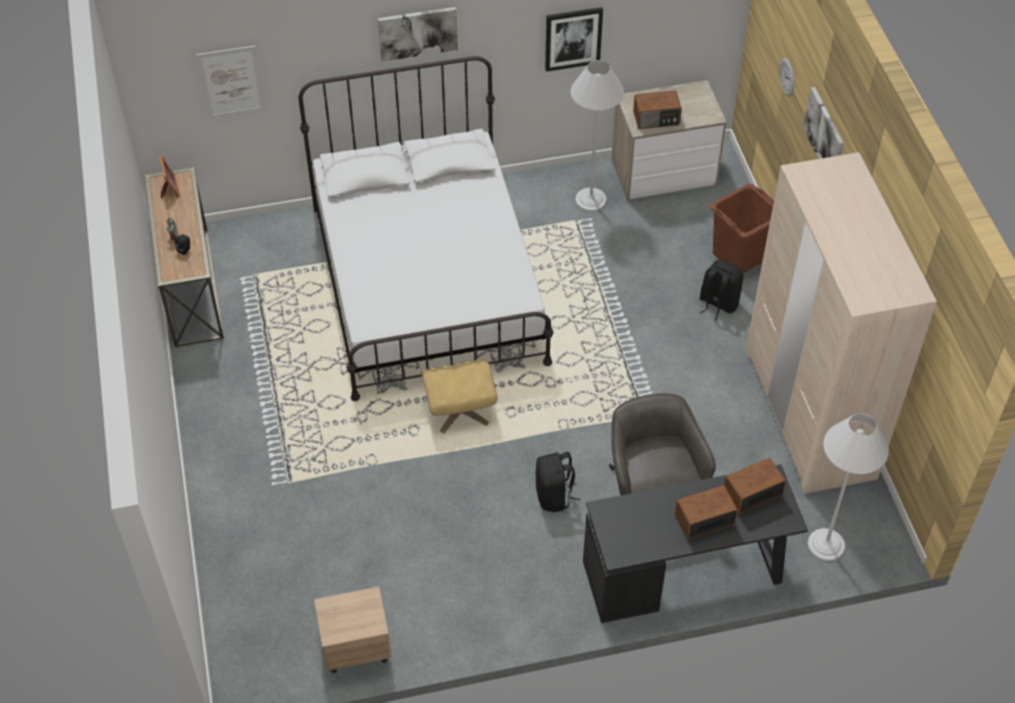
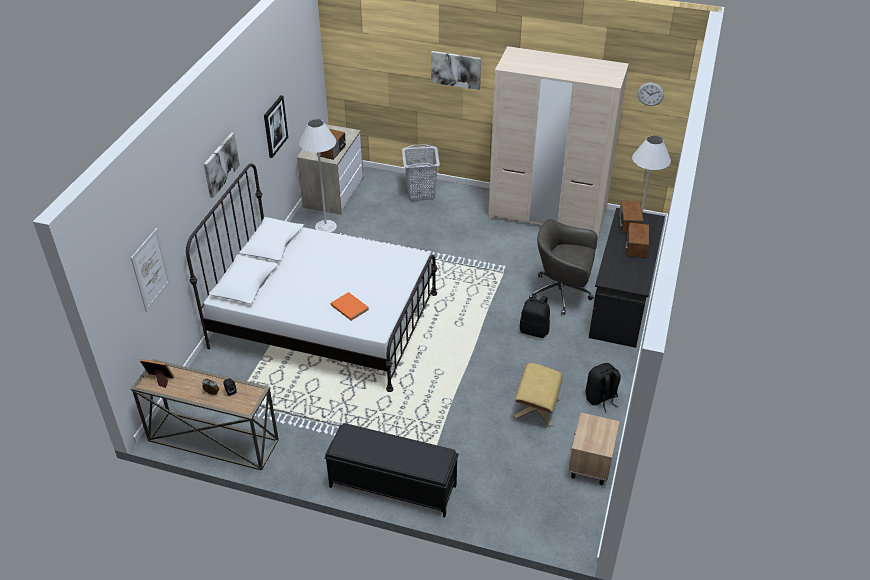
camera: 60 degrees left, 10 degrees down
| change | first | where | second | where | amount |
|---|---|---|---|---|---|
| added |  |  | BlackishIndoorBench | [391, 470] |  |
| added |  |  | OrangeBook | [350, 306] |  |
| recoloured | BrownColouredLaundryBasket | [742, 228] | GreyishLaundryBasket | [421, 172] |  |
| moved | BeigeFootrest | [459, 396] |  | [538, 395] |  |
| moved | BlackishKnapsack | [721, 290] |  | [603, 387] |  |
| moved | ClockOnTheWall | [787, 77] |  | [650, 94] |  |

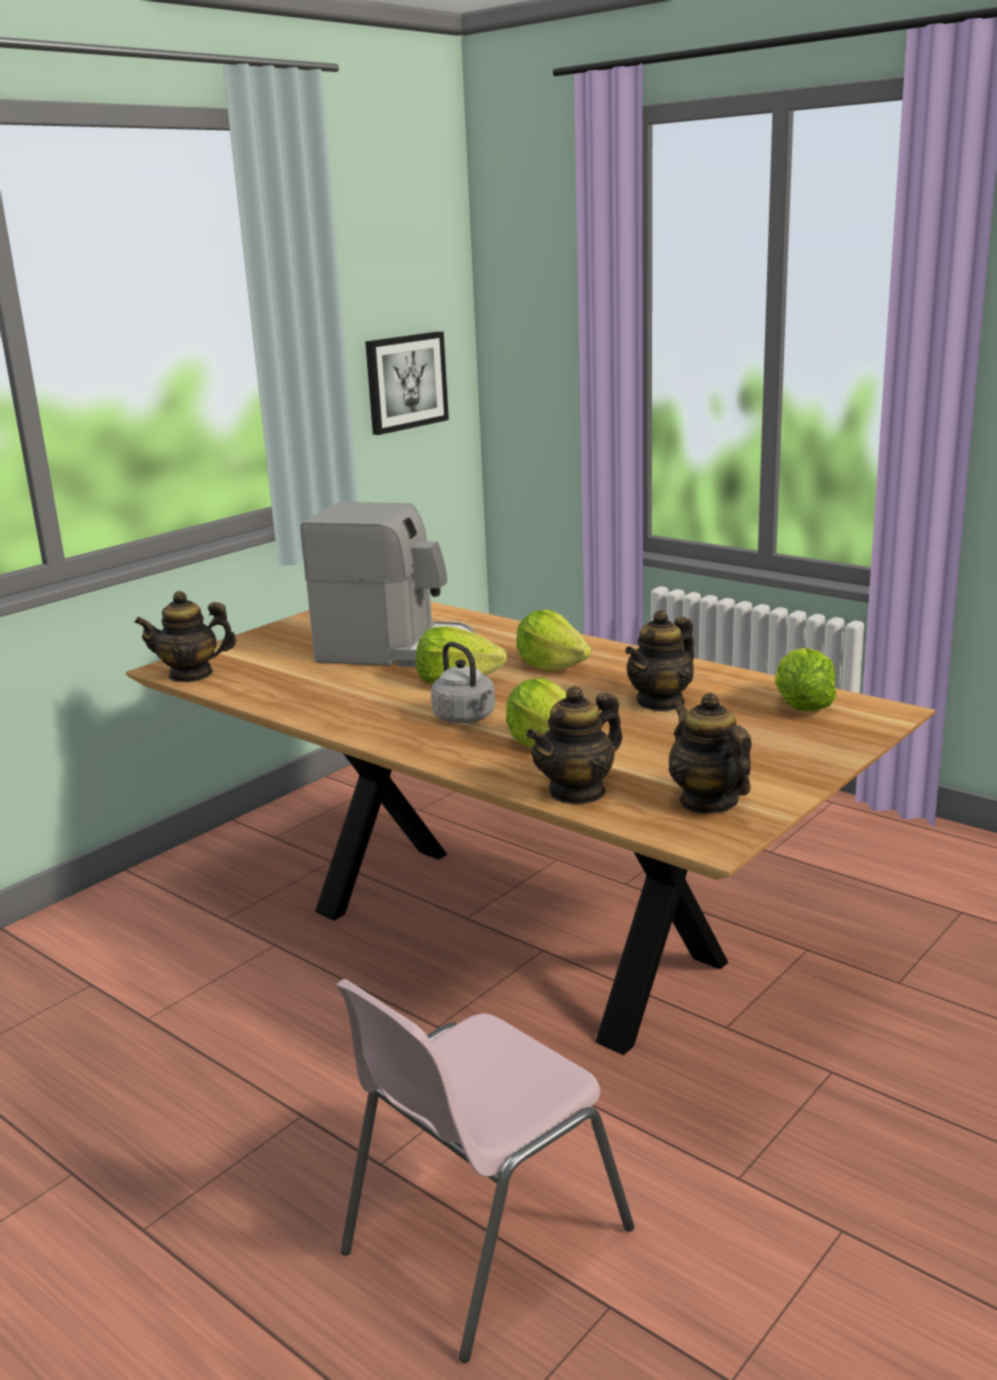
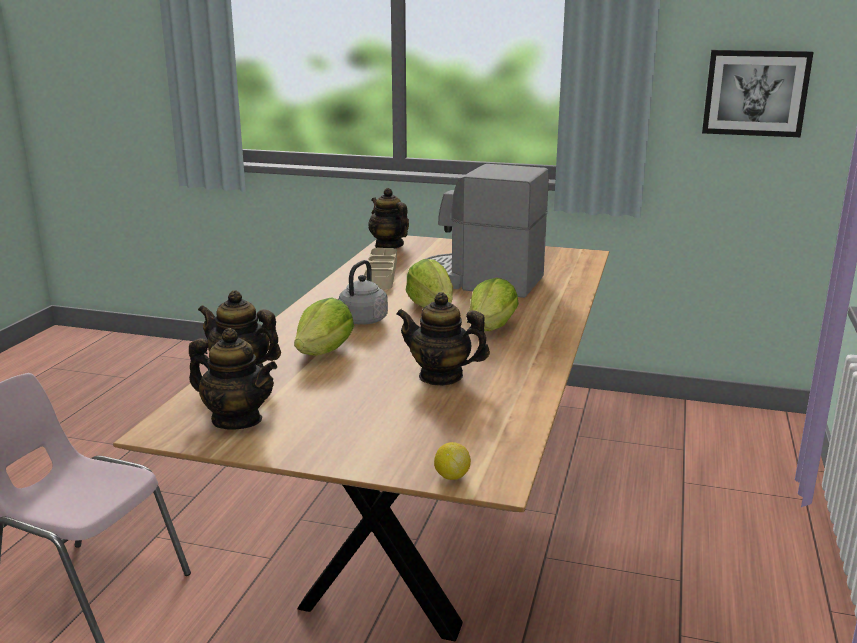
camera: 65 degrees right, 0 degrees up
| change | first | where | second | where | amount |
|---|---|---|---|---|---|
| turned | PotForTea | [710, 753] |  | [233, 379] | 75 degrees clockwise |
| added |  |  | BeigeServingTray | [380, 269] |  |
| turned | CoffeeBrewer | [388, 584] |  | [487, 231] | 120 degrees clockwise |
| added |  |  | Lemon | [452, 461] |  |
| removed | LettuceHead | [805, 679] |  |  |  |

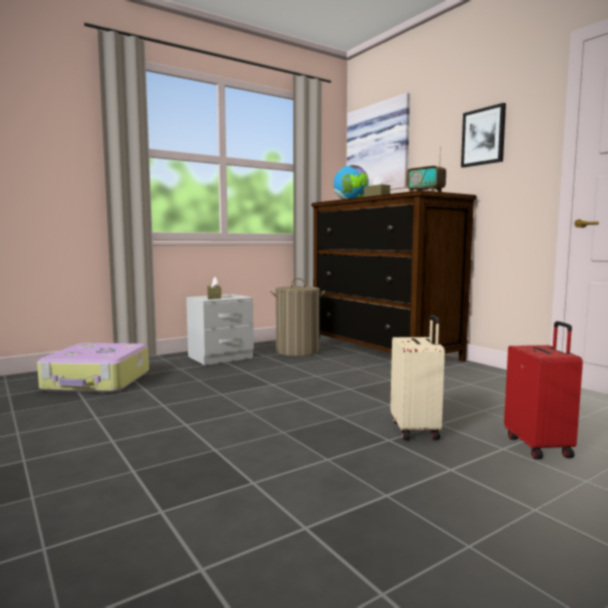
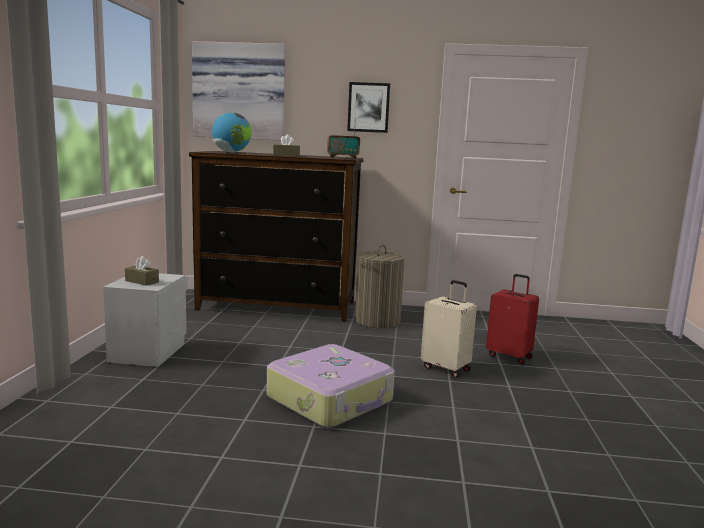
camera: 50 degrees left, 5 degrees up
| change | first | where | second | where | amount |
|---|---|---|---|---|---|
| moved | TravelCase | [93, 368] |  | [331, 386] |  |
| moved | LaundryBasket | [297, 317] |  | [380, 286] |  |

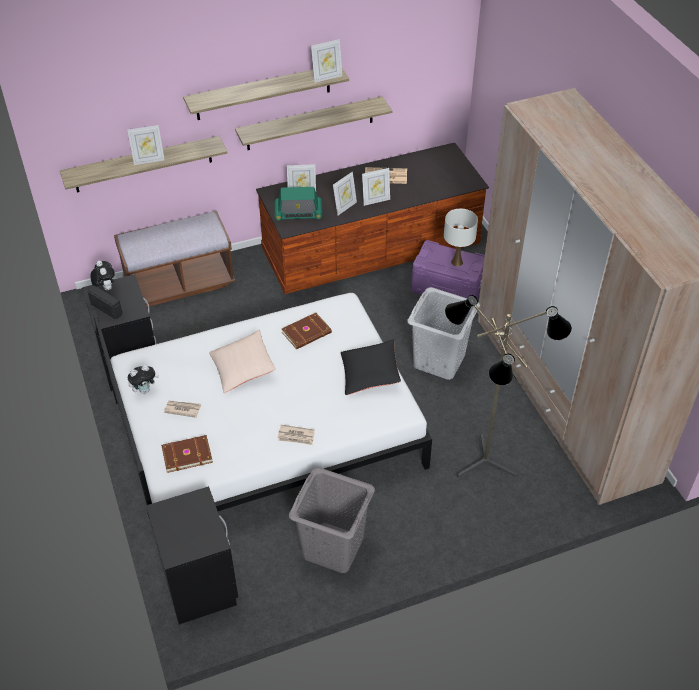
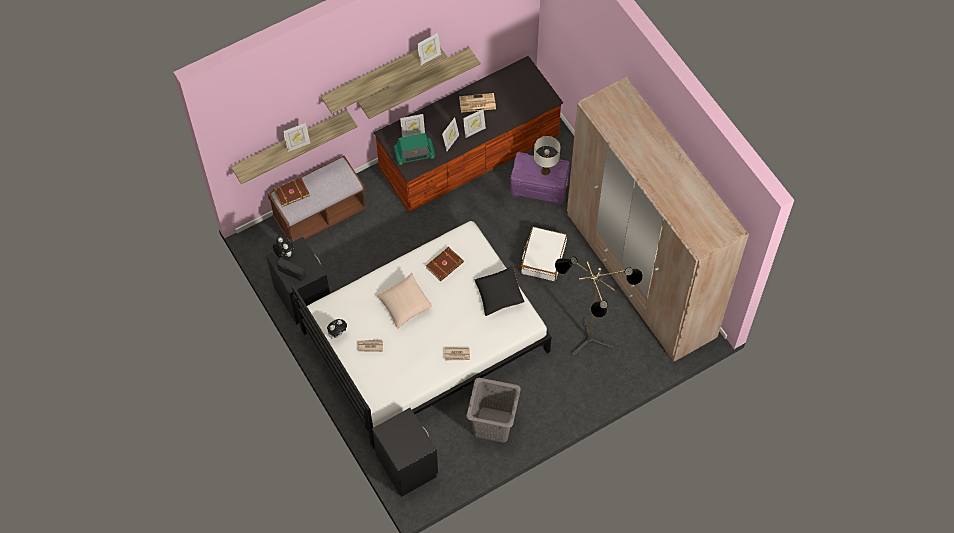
camera: 10 degrees left, 15 degrees up
| change | first | where | second | where | amount |
|---|---|---|---|---|---|
| moved | BrownColouredBook | [187, 454] |  | [291, 192] |  |
| replaced | GreyishLaundryBasket | [444, 333] | WhiteTravelCase | [544, 254] |  |

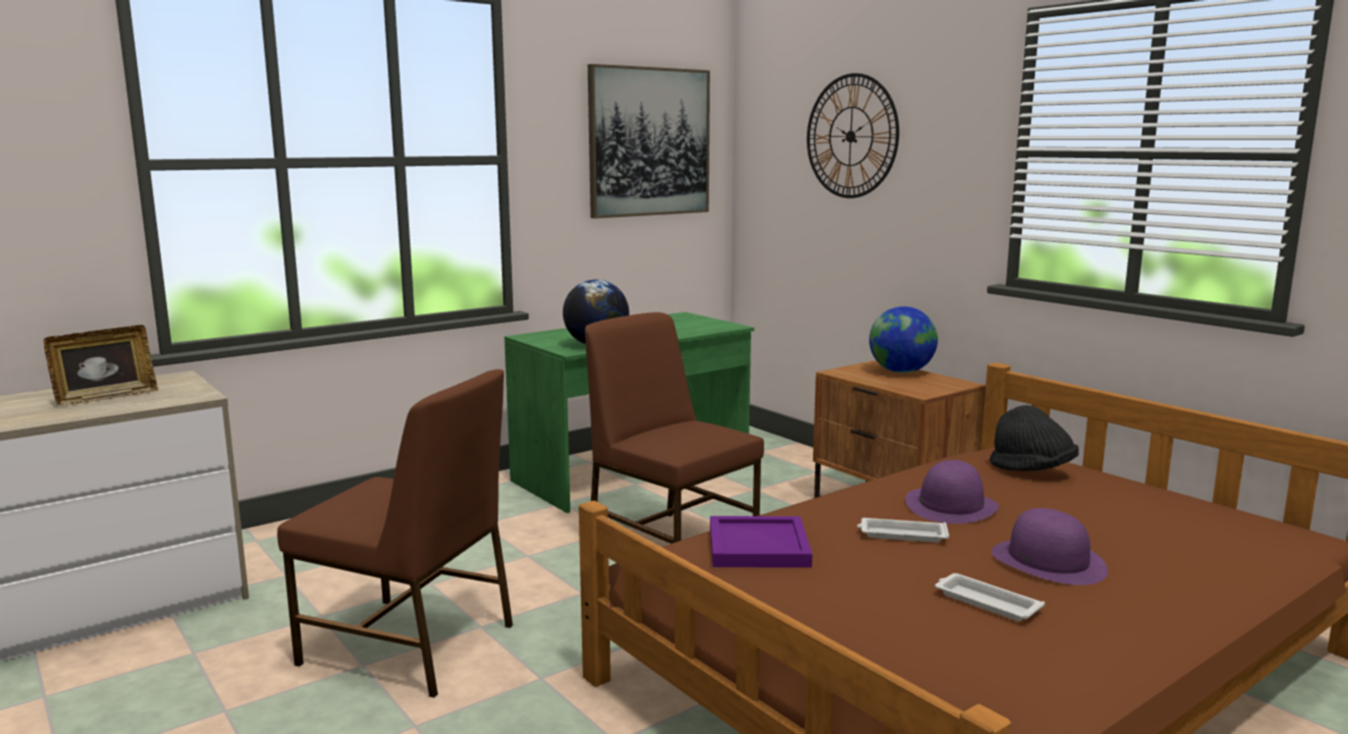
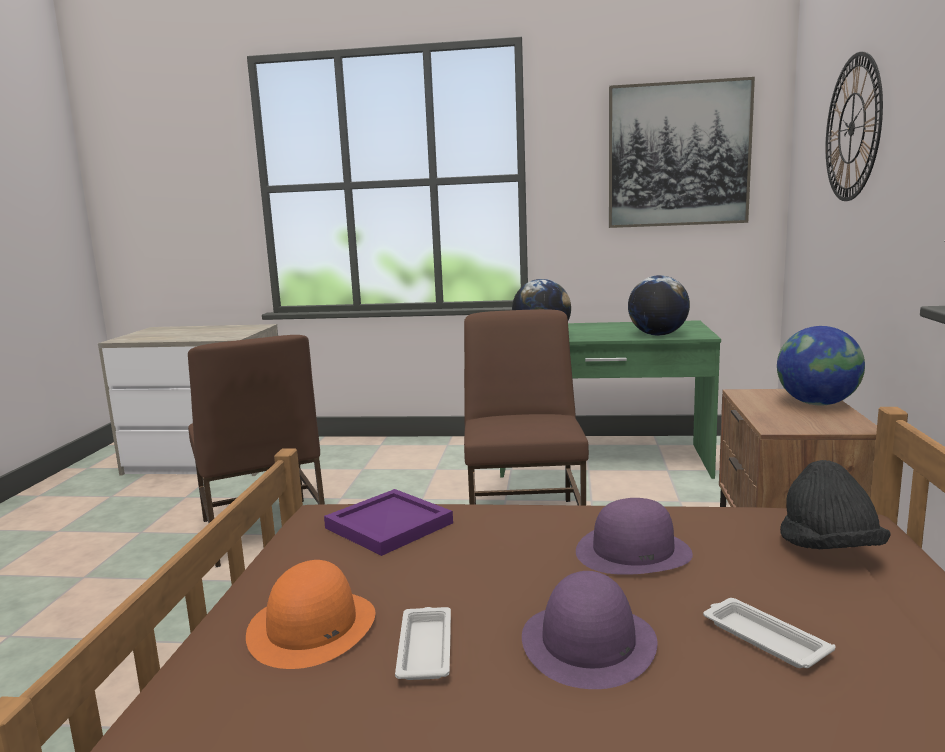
camera: 45 degrees right, 0 degrees up
| change | first | where | second | where | amount |
|---|---|---|---|---|---|
| added |  |  | OrangeWearableHat | [310, 614] |  |
| added |  |  | DeskGlobe | [659, 305] |  |
| moved | WhiteServingTray | [903, 530] |  | [769, 633] |  |
| removed | StandingFrame | [101, 365] |  |  |  |

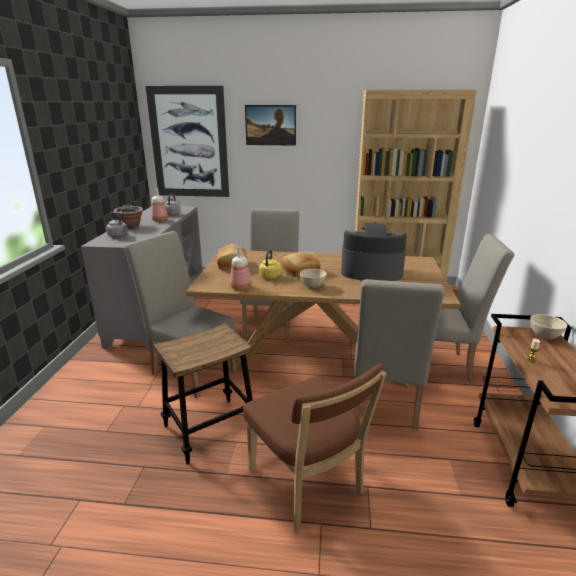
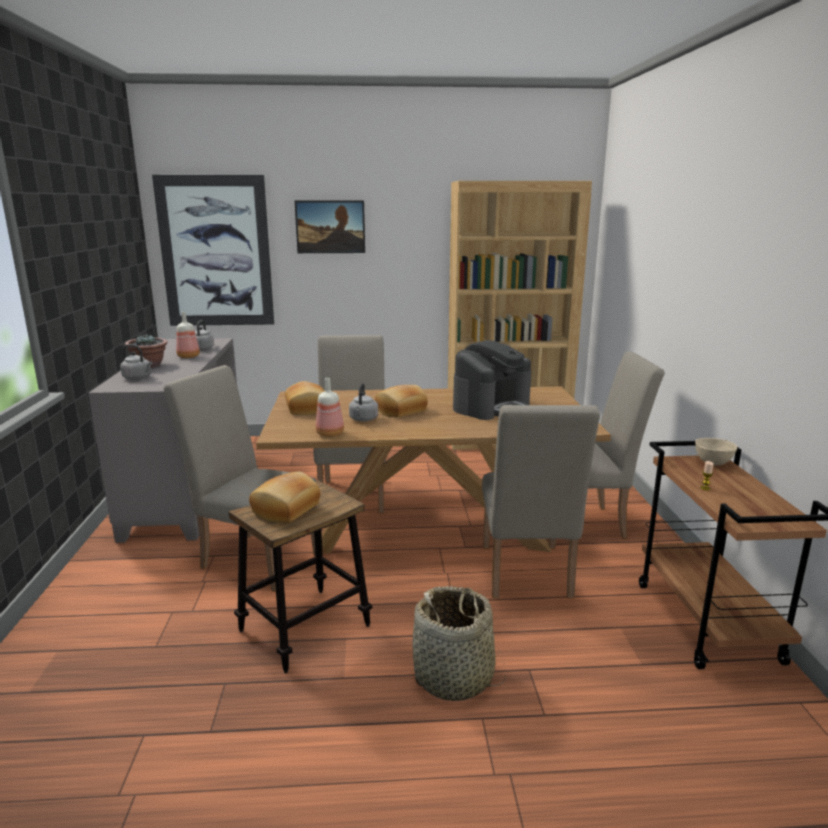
camera: 10 degrees left, 5 degrees down
| change | first | where | second | where | amount |
|---|---|---|---|---|---|
| added |  |  | BakedBread | [284, 497] |  |
| recoloured | YellowWaterKettle | [270, 264] | GreyishWaterKettle | [363, 402] |  |
| replaced | BrownColouredPlainChair | [314, 447] | HouseholdBasket | [459, 643] |  |
| turned | CoffeeBrewer | [374, 251] |  | [492, 380] | 135 degrees clockwise |
| removed | BeigeServingBowl | [313, 278] |  |  |  |

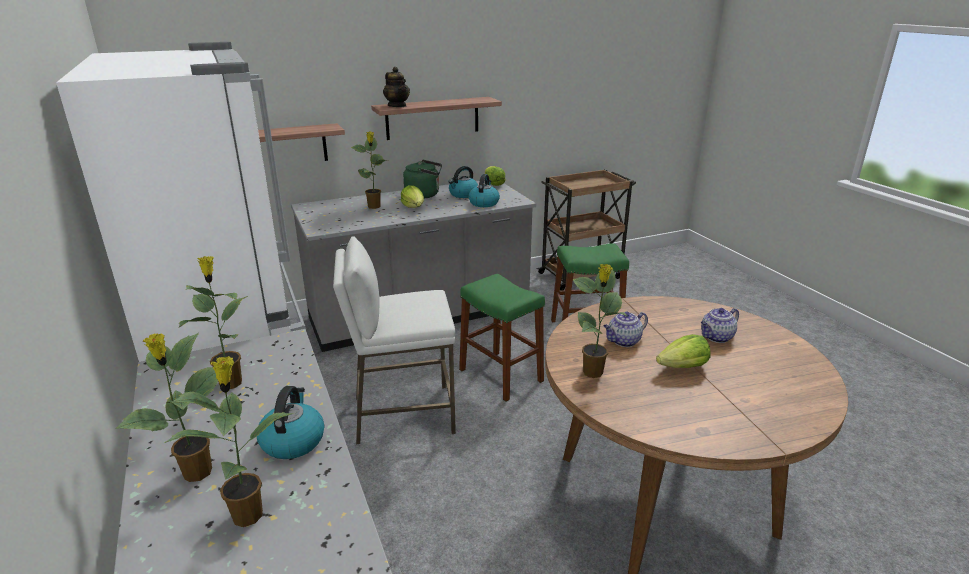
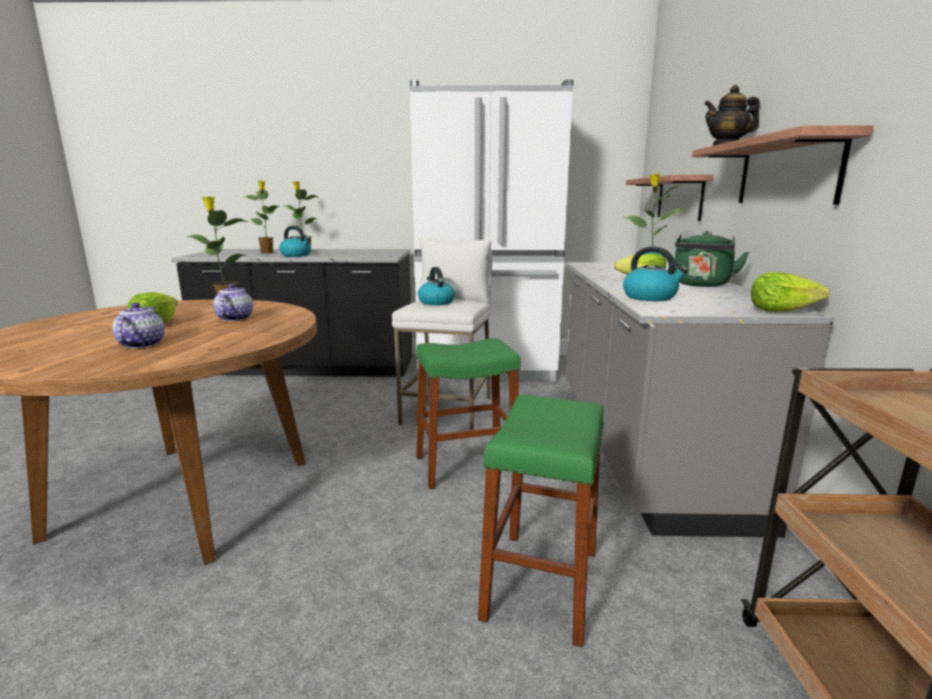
camera: 115 degrees right, 10 degrees down
| change | first | where | second | where | amount |
|---|---|---|---|---|---|
| moved | WaterKettle | [463, 182] |  | [436, 286] |  |
| removed | PlantInAPot | [213, 322] |  |  |  |

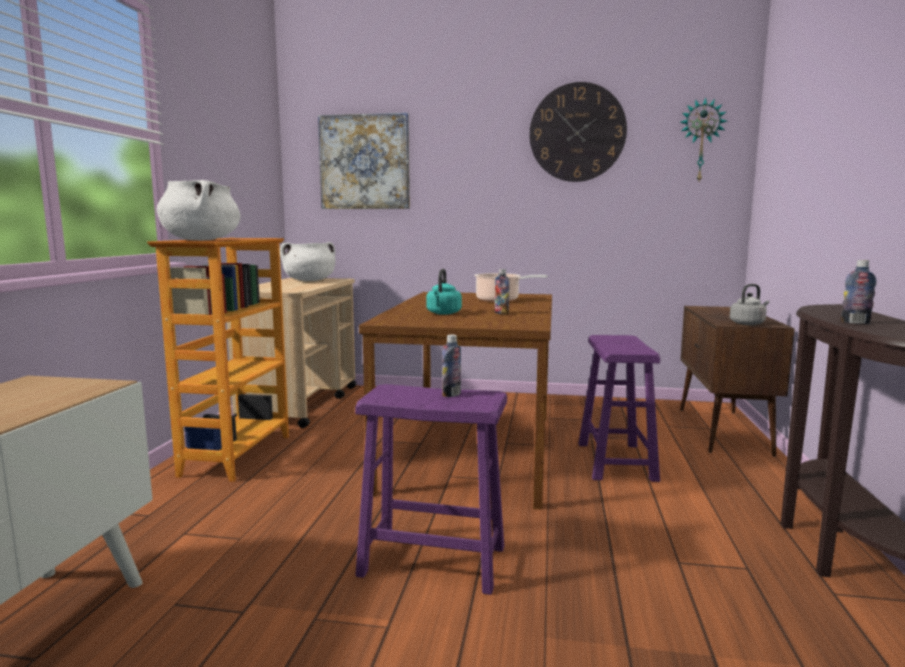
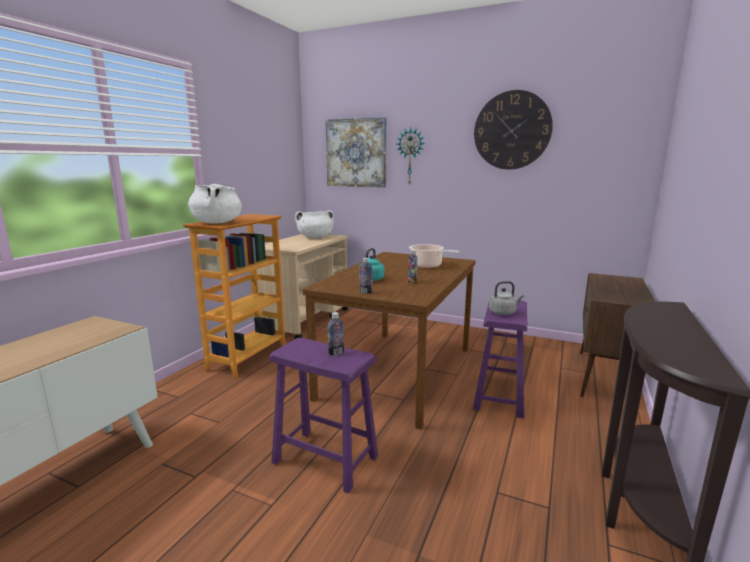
camera: 15 degrees right, 5 degrees up
| change | first | where | second | where | amount |
|---|---|---|---|---|---|
| moved | DrinkBottle | [858, 292] |  | [366, 276] |  |
| moved | ClockOnTheWall | [703, 139] |  | [411, 156] |  |
| moved | GreyishWaterKettle | [749, 304] |  | [506, 298] |  |

